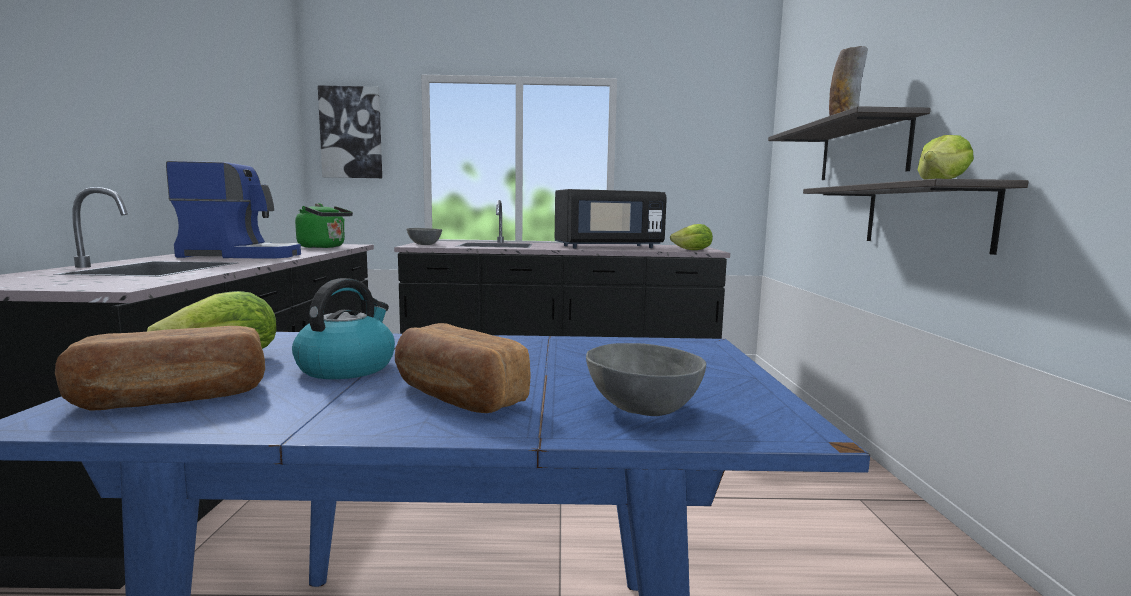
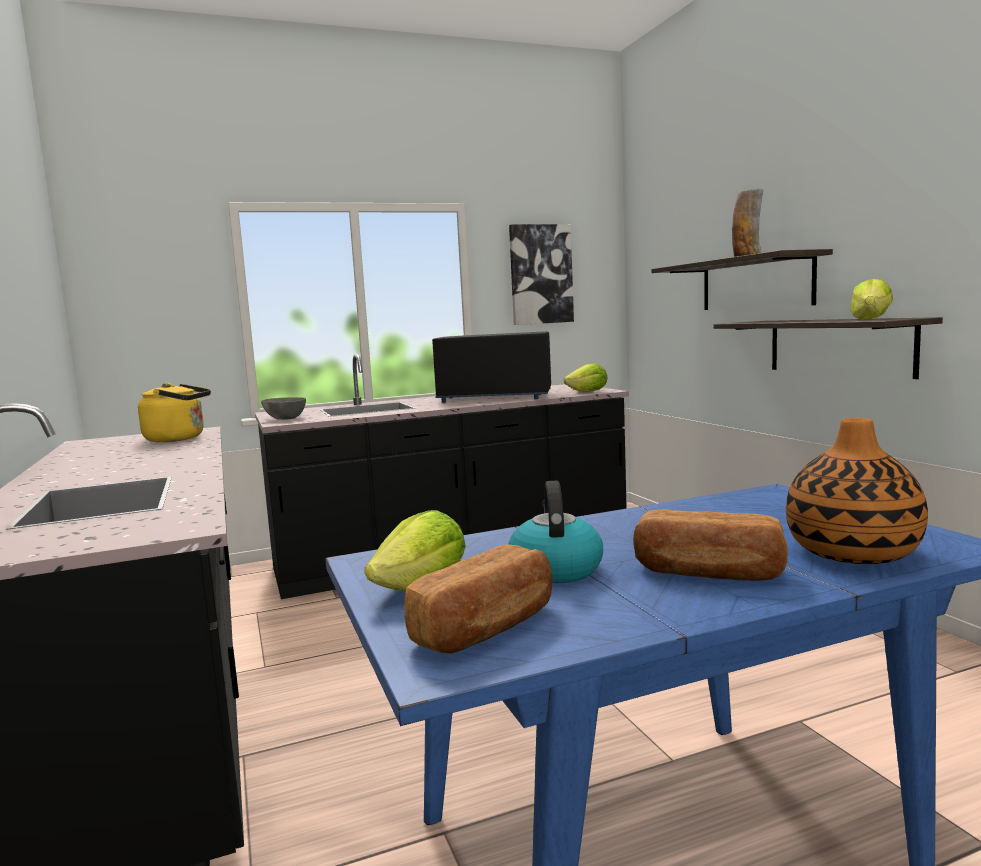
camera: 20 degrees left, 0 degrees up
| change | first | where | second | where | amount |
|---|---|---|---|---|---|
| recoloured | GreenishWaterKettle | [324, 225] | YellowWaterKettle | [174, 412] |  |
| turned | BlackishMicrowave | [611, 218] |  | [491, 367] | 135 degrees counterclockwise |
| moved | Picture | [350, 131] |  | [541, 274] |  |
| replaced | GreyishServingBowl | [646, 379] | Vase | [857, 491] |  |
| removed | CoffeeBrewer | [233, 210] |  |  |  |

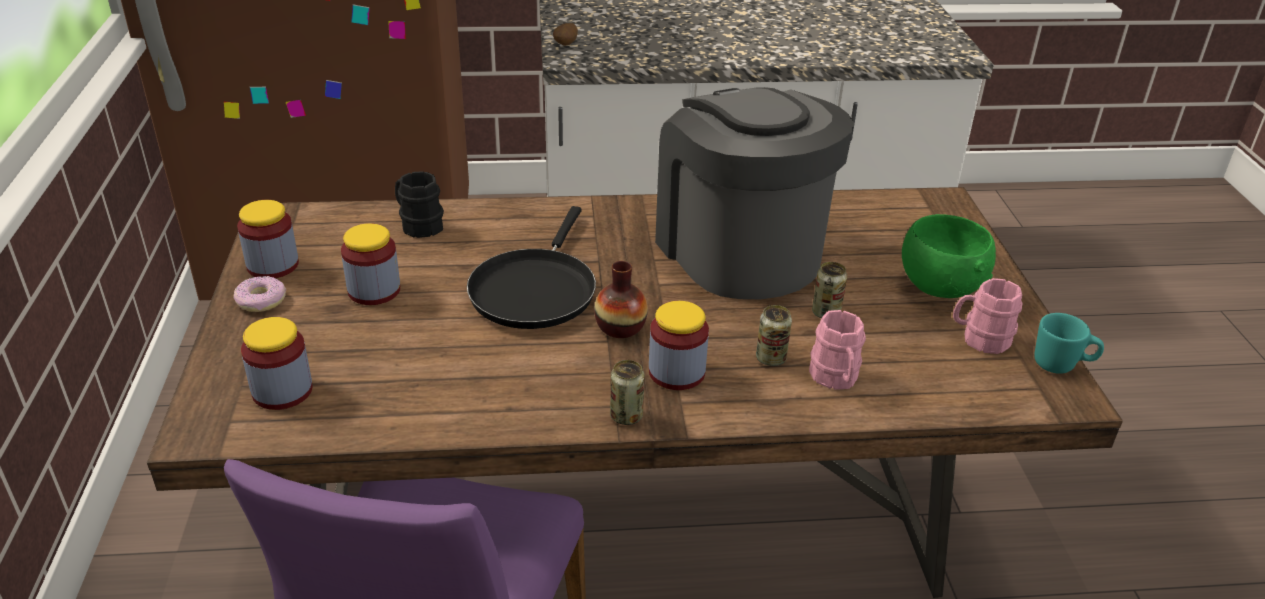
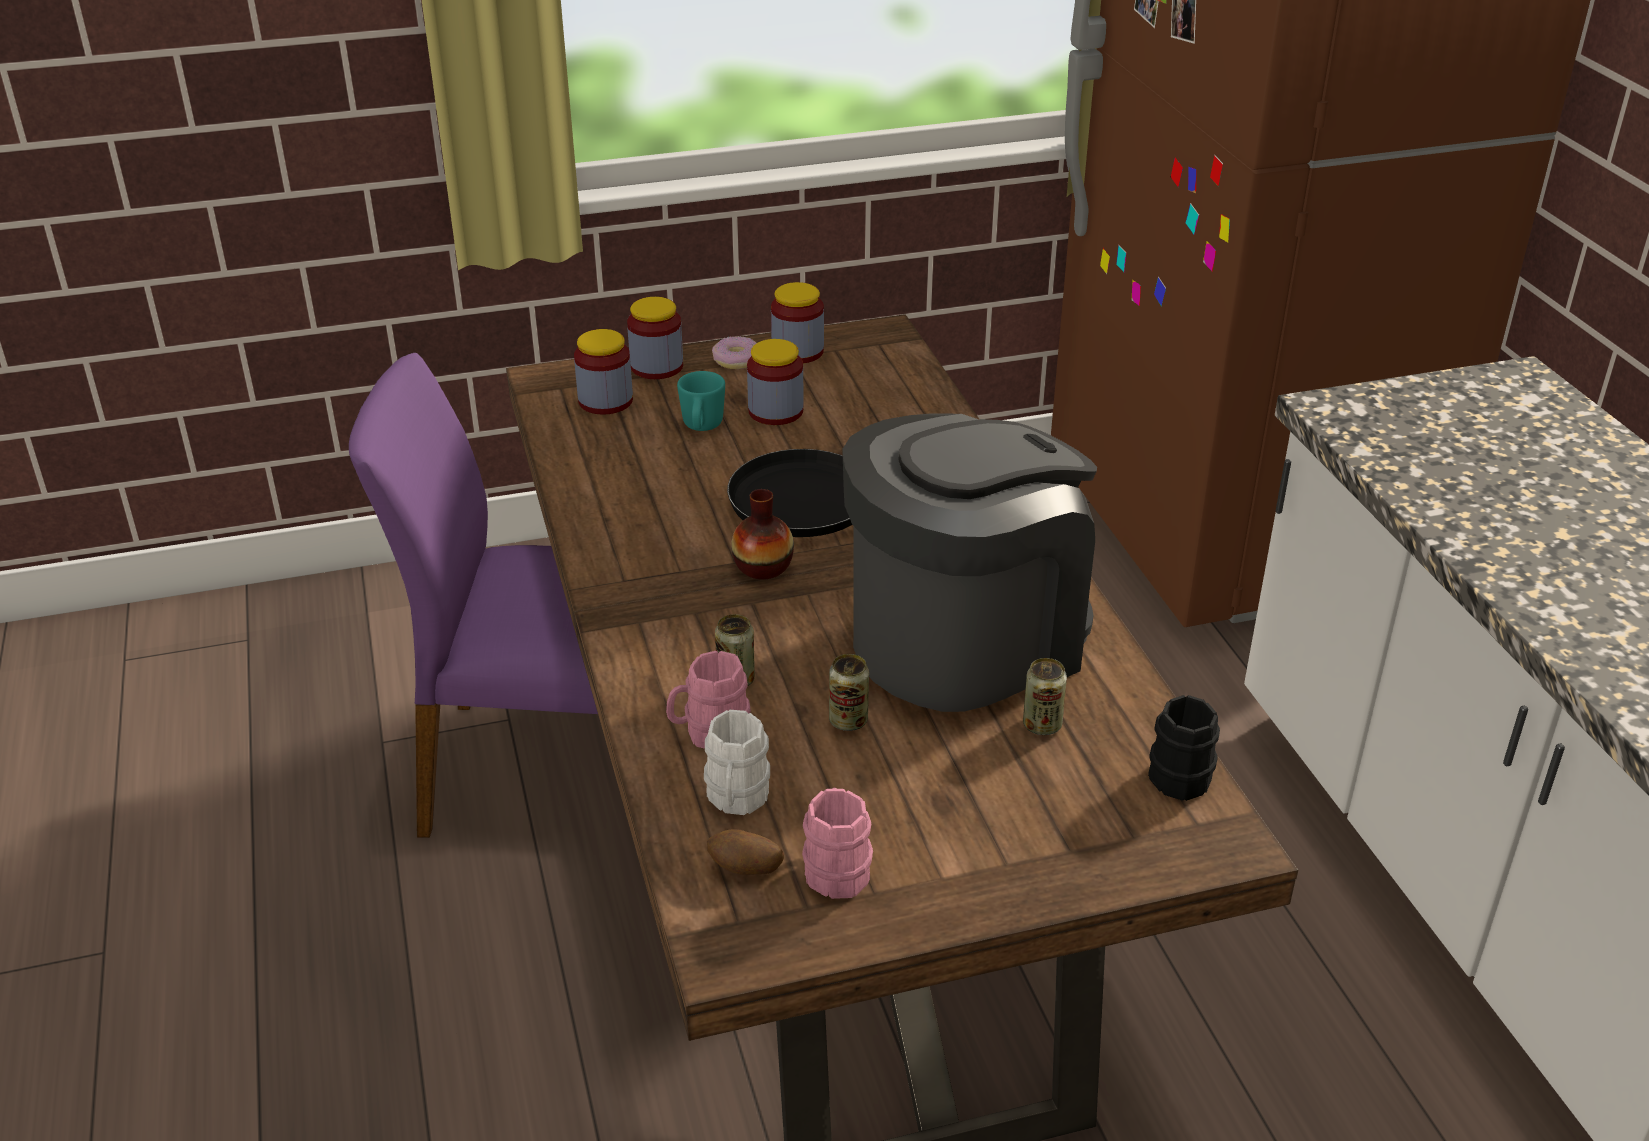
camera: 80 degrees right, 0 degrees up
| change | first | where | second | where | amount |
|---|---|---|---|---|---|
| moved | StorageJar | [679, 345] |  | [655, 338] |  |
| moved | TurquoiseCoffeeMug | [1069, 343] |  | [701, 401] |  |
| added |  |  | WhiteCoffeeMug | [737, 762] |  |
| moved | Potato | [565, 34] |  | [745, 852] |  |
| moved | SealedCan | [627, 392] |  | [1045, 696] |  |
| moved | BlackishCoffeeMug | [419, 204] |  | [1184, 748] |  |
| removed | GreenishServingBowl | [949, 256] |  |  |  |

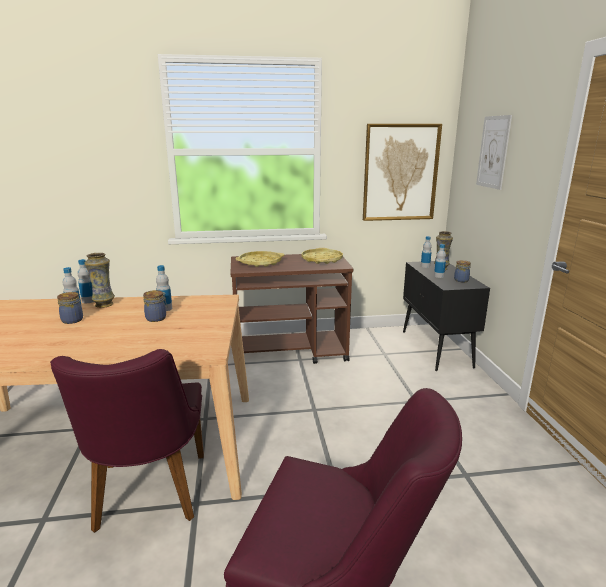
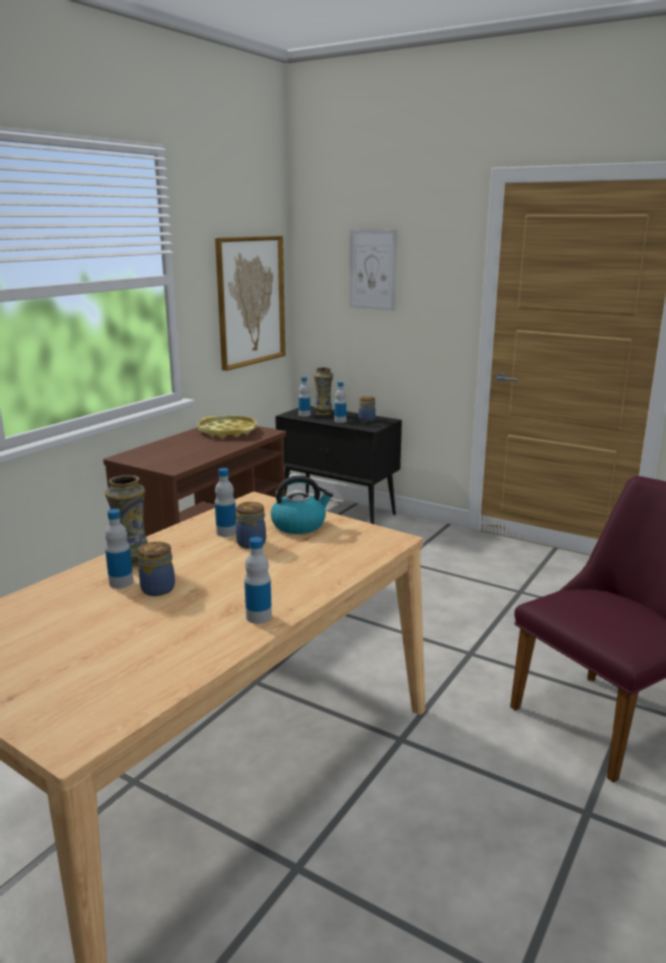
camera: 50 degrees left, 0 degrees up
| change | first | where | second | where | amount |
|---|---|---|---|---|---|
| moved | DrinkBottle | [86, 281] |  | [258, 580] |  |
| added |  |  | WaterKettle | [302, 504] |  |
| removed | PurpleColouredPlainChair | [127, 441] |  |  |  |
| removed | YellowServingTray | [260, 259] |  |  |  |

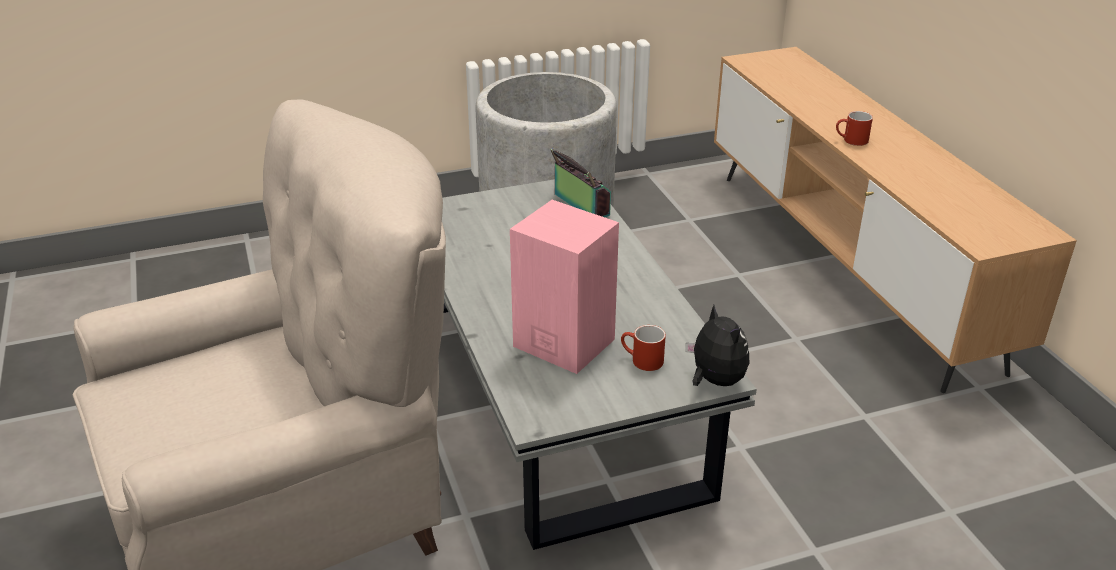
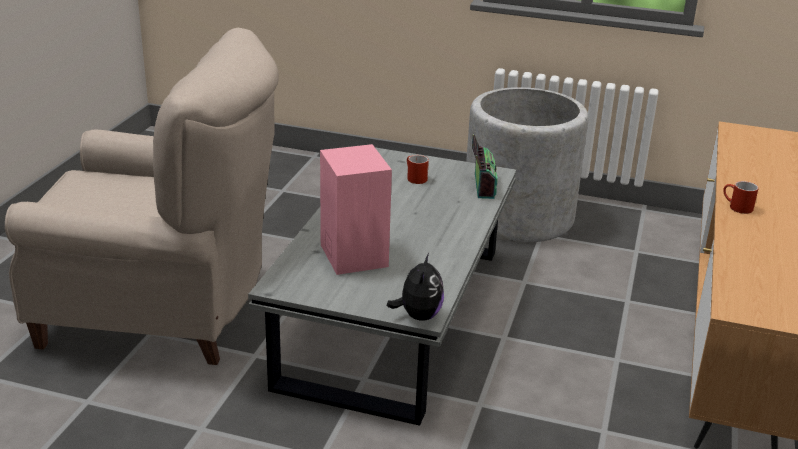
camera: 35 degrees right, 5 degrees down
| change | first | where | second | where | amount |
|---|---|---|---|---|---|
| moved | RedColouredCoffeeMug | [643, 348] |  | [418, 169] |  |

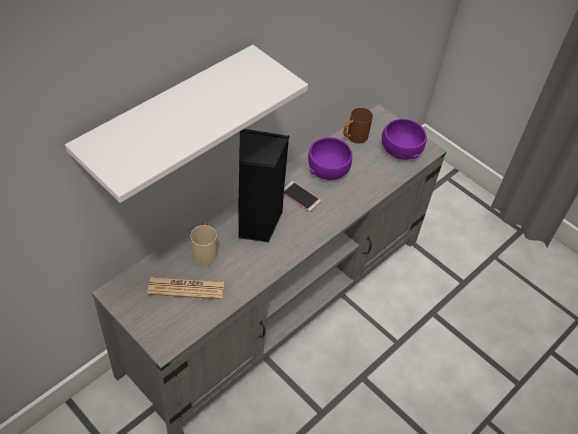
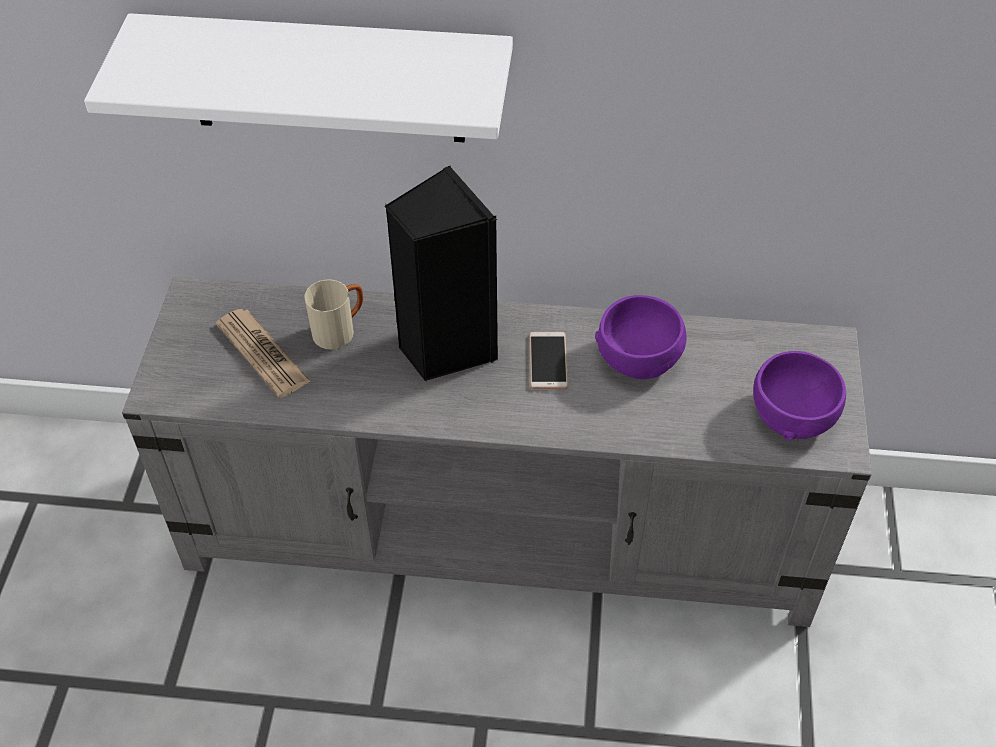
camera: 55 degrees right, 0 degrees up
| change | first | where | second | where | amount |
|---|---|---|---|---|---|
| removed | BrownColouredCoffeeMug | [358, 125] |  |  |  |

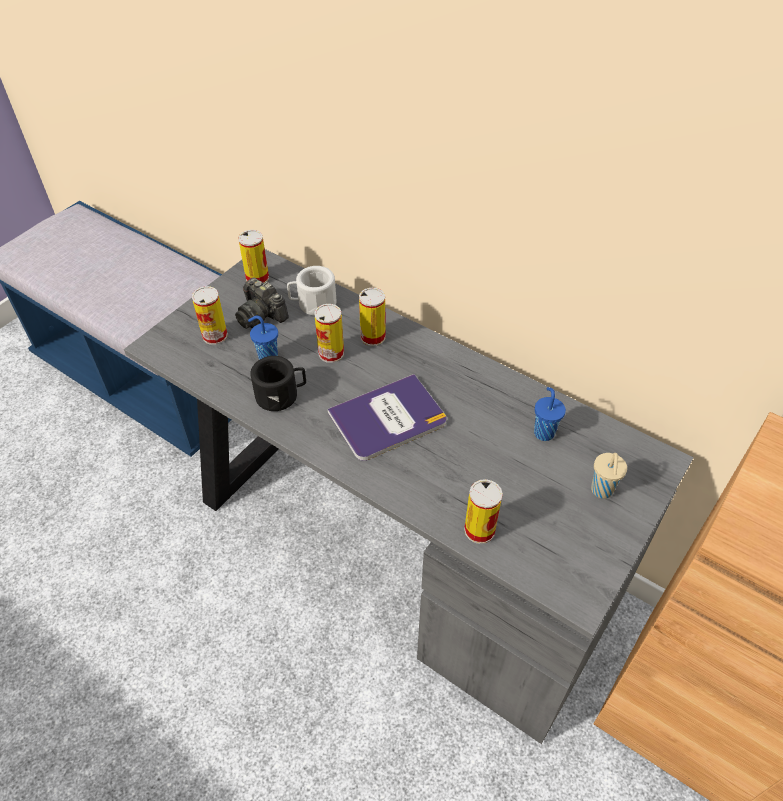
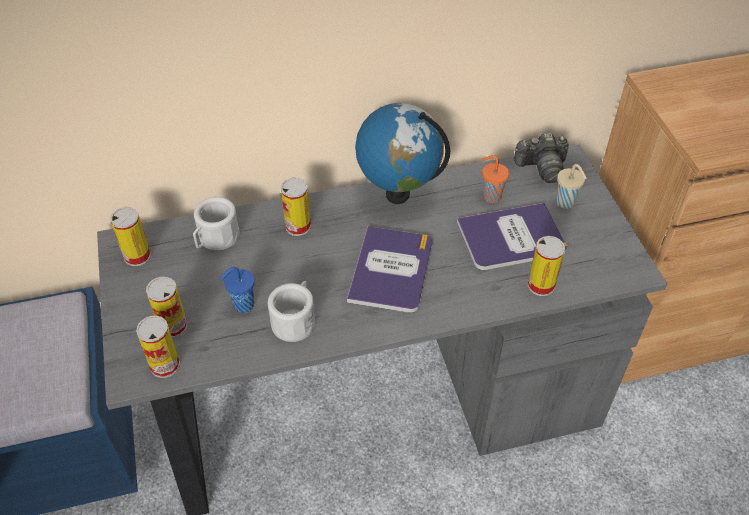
camera: 50 degrees left, 0 degrees up
| change | first | where | second | where | amount |
|---|---|---|---|---|---|
| moved | SealedCan | [329, 333] |  | [158, 347] |  |
| recoloured | BlackishCoffeeMug | [278, 383] | WhiteCoffeeMug | [291, 311] |  |
| added |  |  | DeskGlobe | [402, 153] |  |
| added |  |  | Book | [512, 236] |  |
| recoloured | BluishSmallCup | [550, 414] | OrangeSmallCup | [495, 179] |  |
| moved | PhotoCamera | [262, 303] |  | [541, 158] |  |

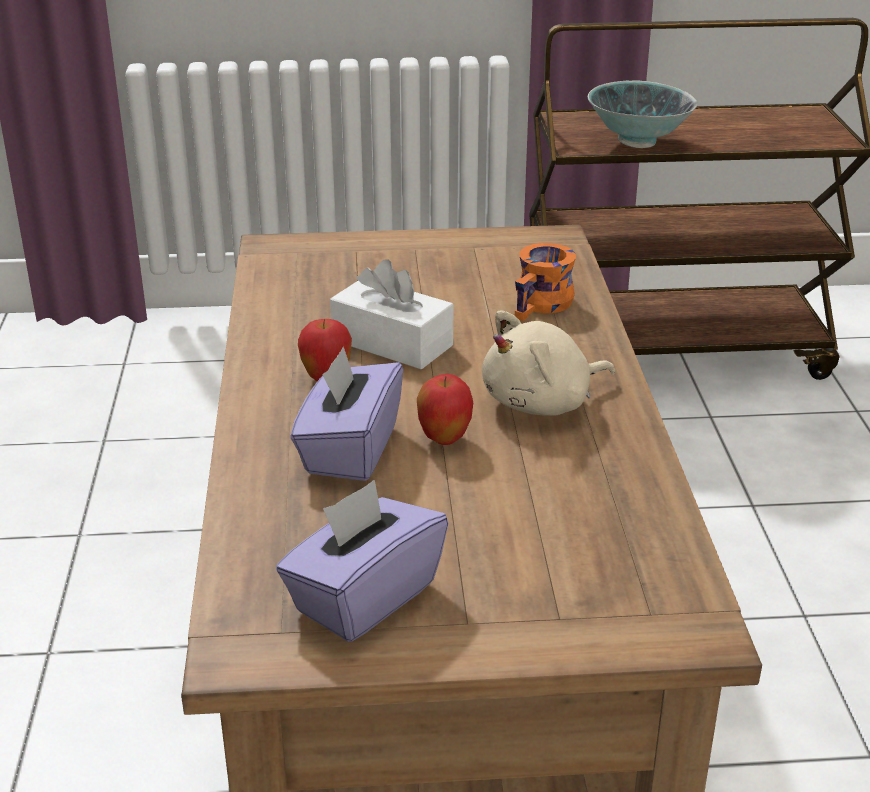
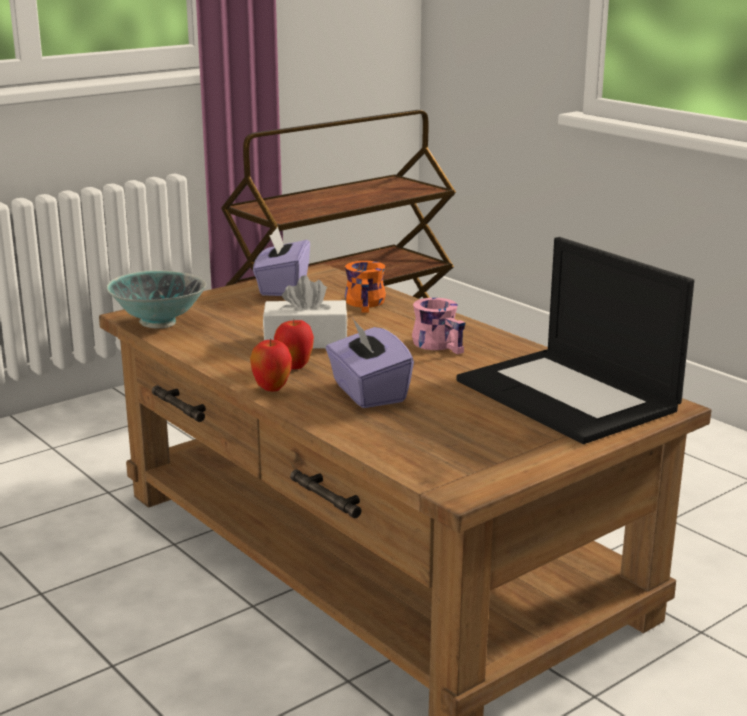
camera: 35 degrees left, 10 degrees down
| change | first | where | second | where | amount |
|---|---|---|---|---|---|
| moved | ServingBowl | [642, 114] |  | [156, 299] |  |
| moved | Apple | [445, 409] |  | [271, 365] |  |
| moved | PurpleColouredTissueHolder | [362, 561] |  | [281, 261] |  |
| replaced | BeigeCuddlyToy | [548, 363] | PinkishCoffeeMug | [439, 326] |  |
| added |  |  | Laptop | [575, 340] |  |

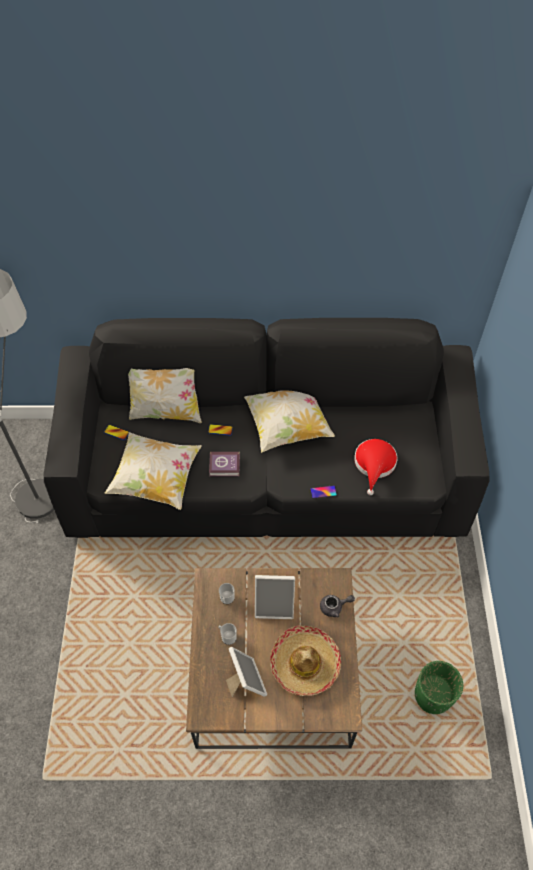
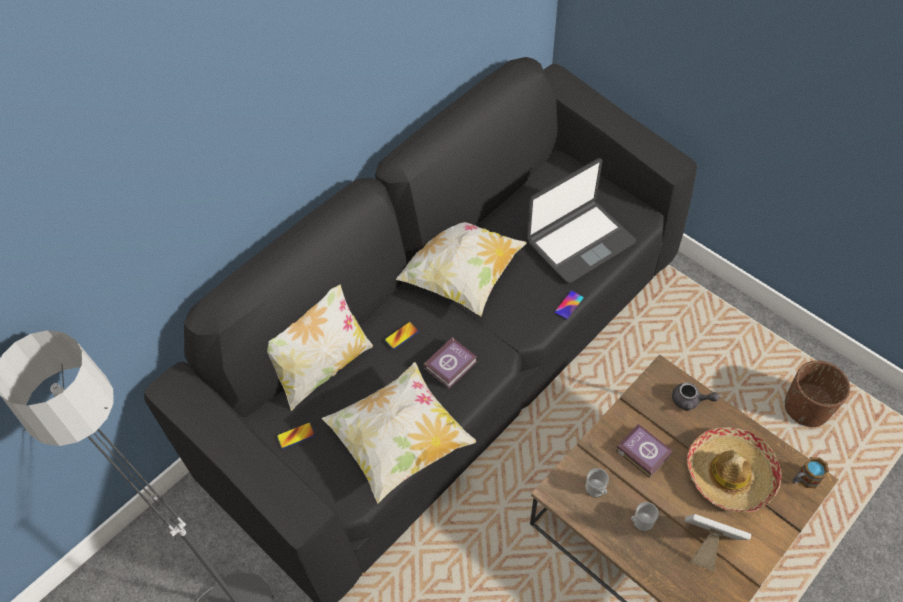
camera: 45 degrees left, 0 degrees up
| change | first | where | second | where | amount |
|---|---|---|---|---|---|
| replaced | RedColouredWearableHat | [375, 467] | Laptop | [581, 220] |  |
| replaced | StandingFrame | [275, 597] | Book | [644, 451] |  |
| turned | GreyishPotForTea | [337, 606] |  | [695, 396] | 75 degrees clockwise |
| recoloured | GreenishPlantPot | [439, 687] | BrownColouredPlantPot | [817, 393] |  |
| added |  |  | CoffeeMug | [810, 472] |  |

